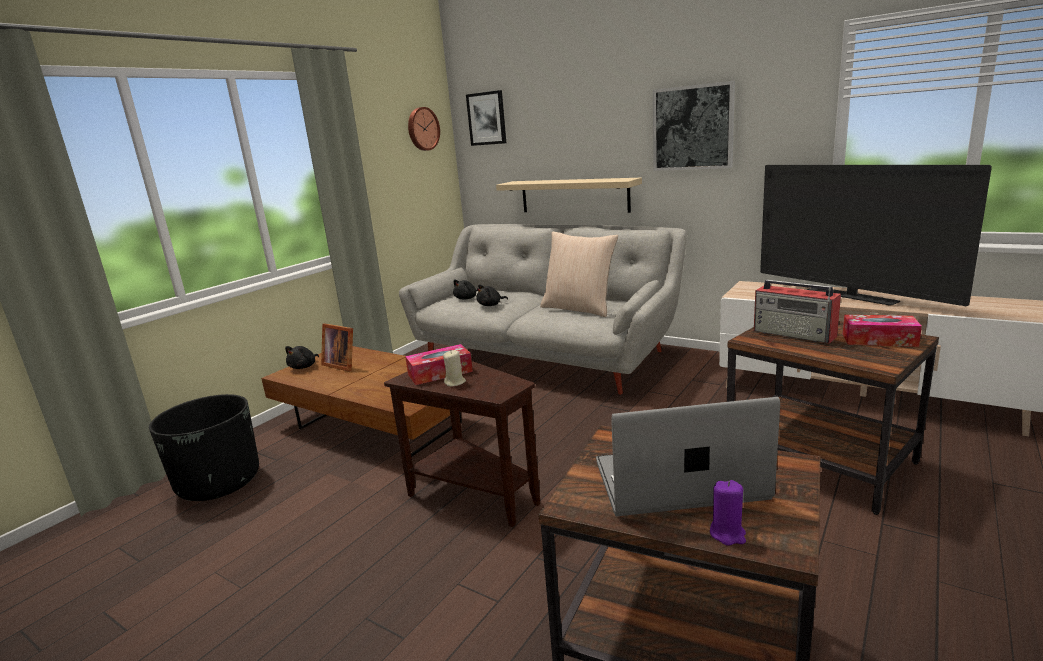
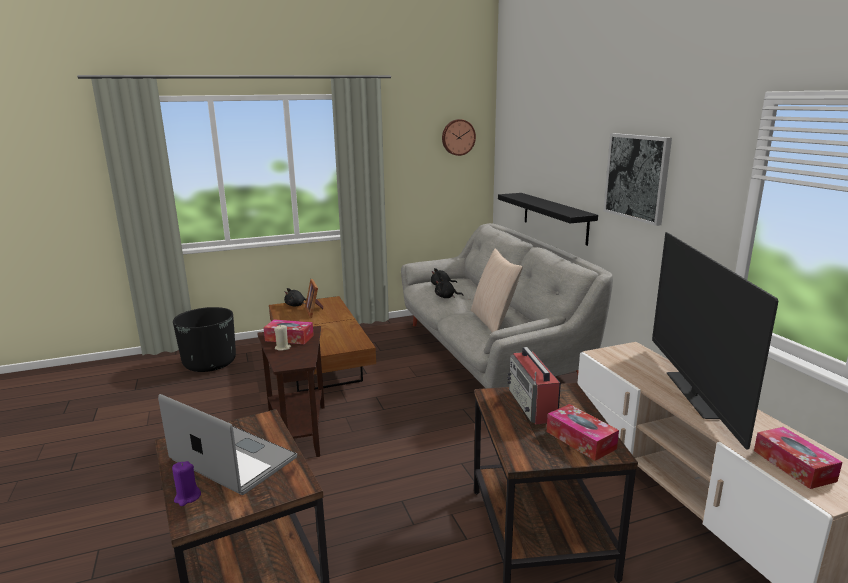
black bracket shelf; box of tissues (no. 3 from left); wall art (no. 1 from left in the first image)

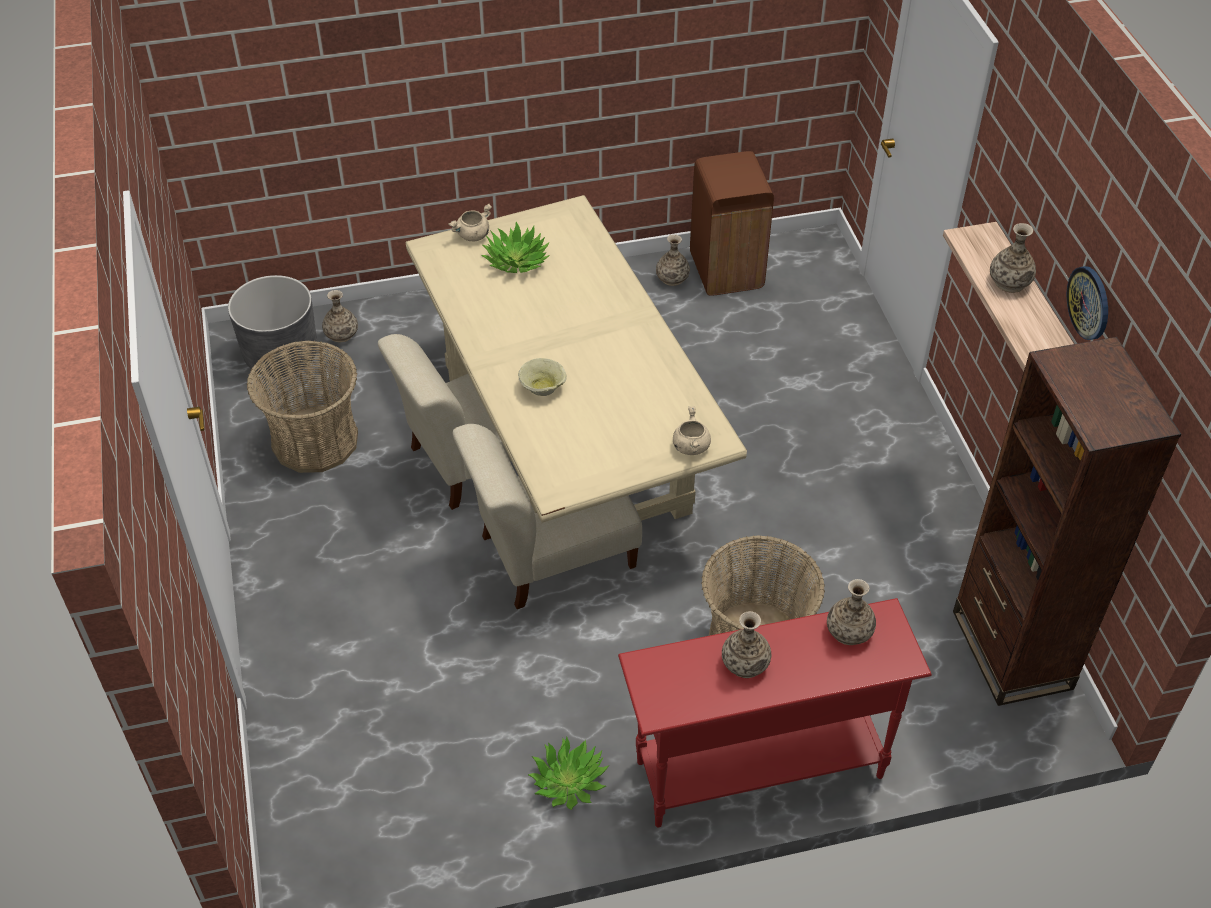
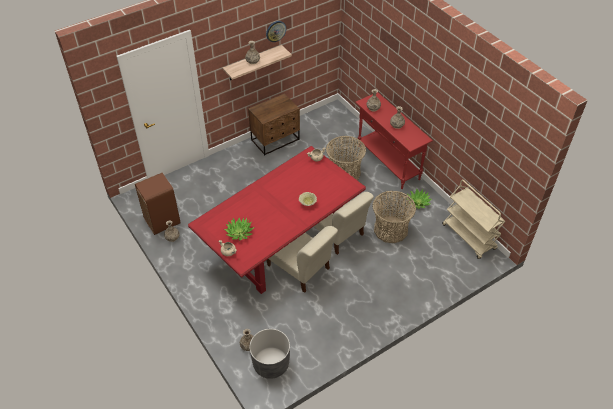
reddish dining table; brown bedside table; household basket (no. 2 from left); sand-coloured trolley; brown bookshelf

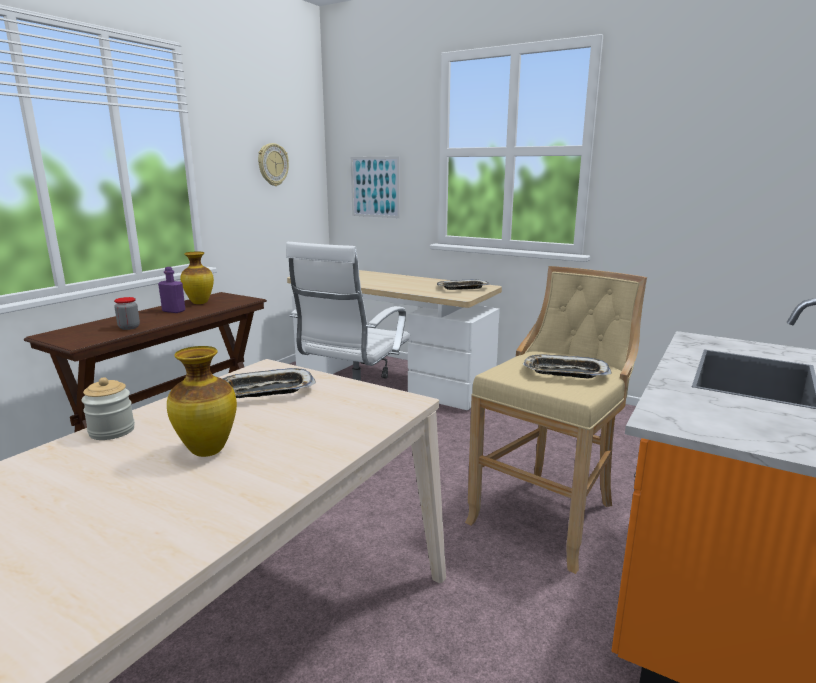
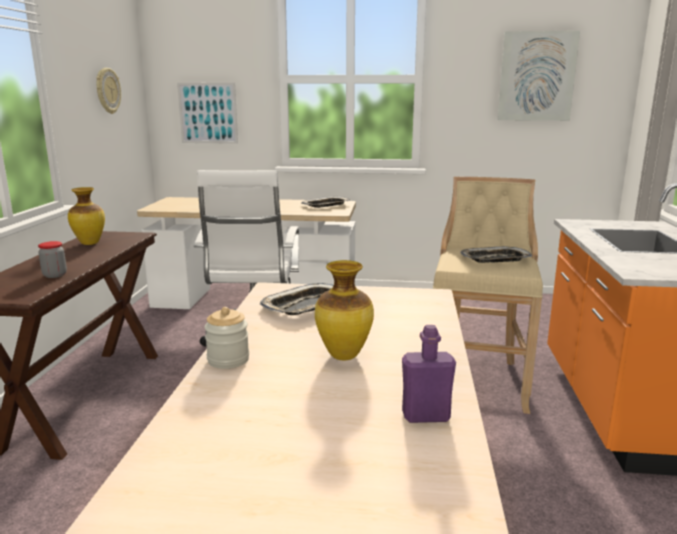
purple-coloured bottle; wall art (no. 2 from left)

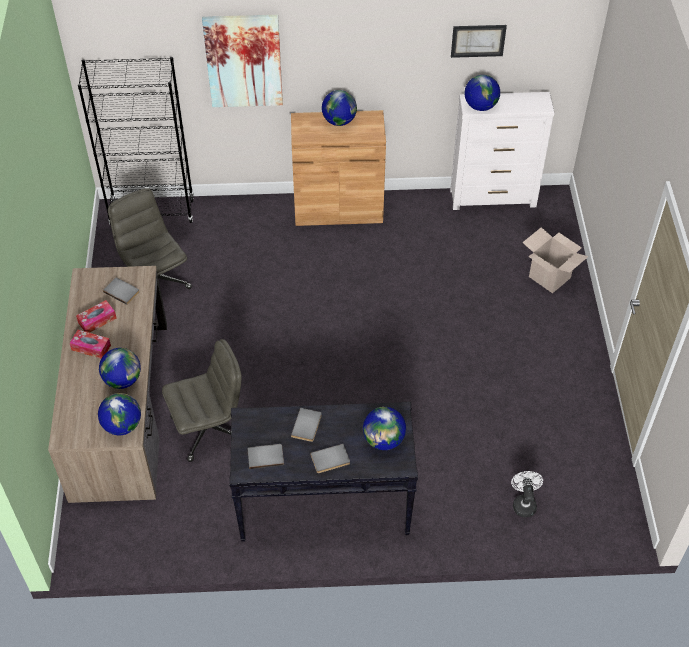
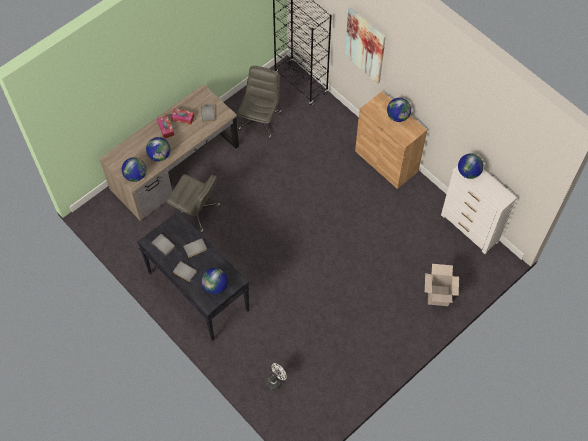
wall art (no. 2 from left in the first image)

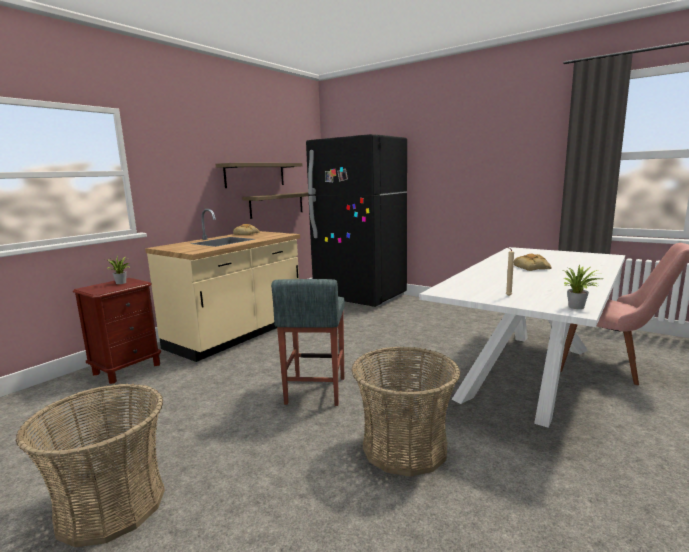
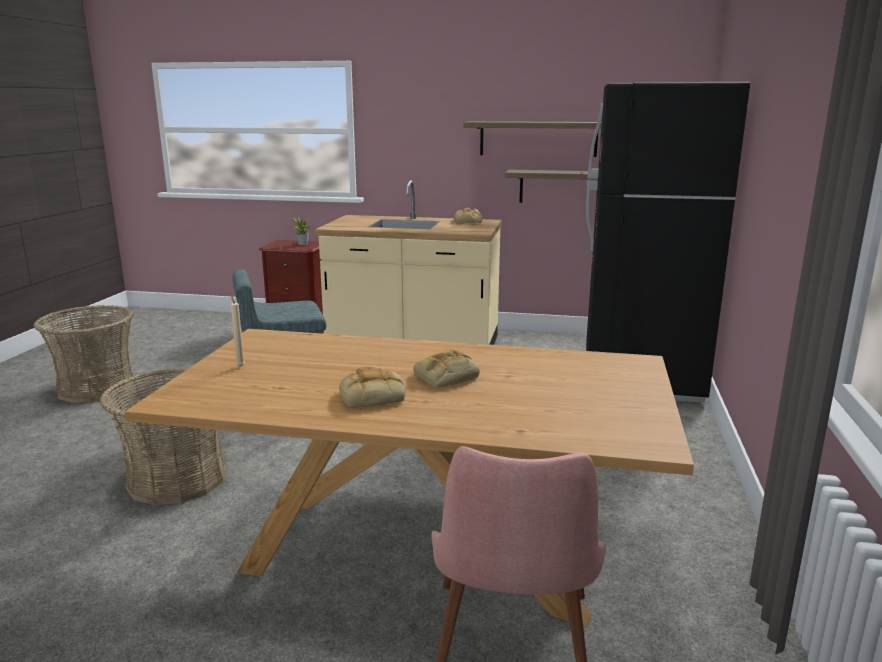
brown dining table; baked bread (no. 1 from left); plant in a pot (no. 2 from left in the first image)

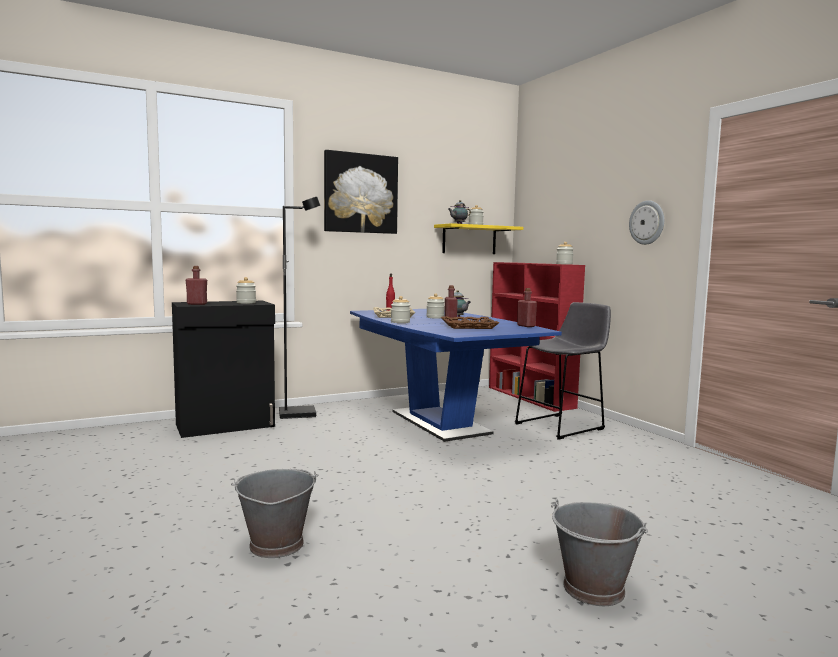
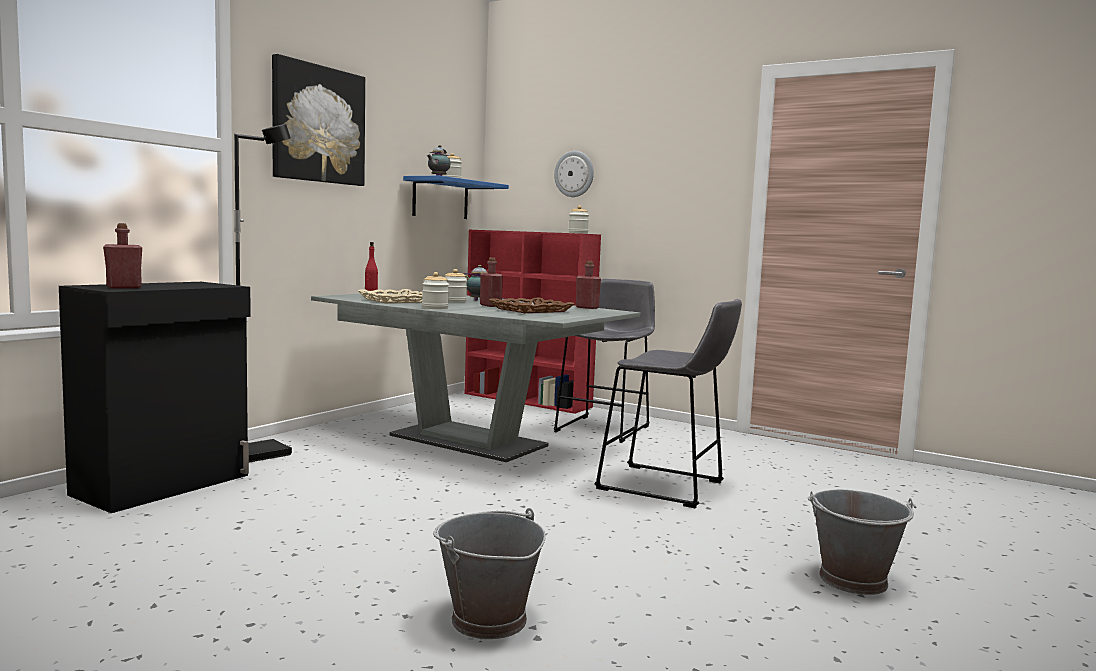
grey dining table; blue bracket shelf; clock on the wall; grey stool (no. 2 from left); preserve jar (no. 1 from left in the first image)

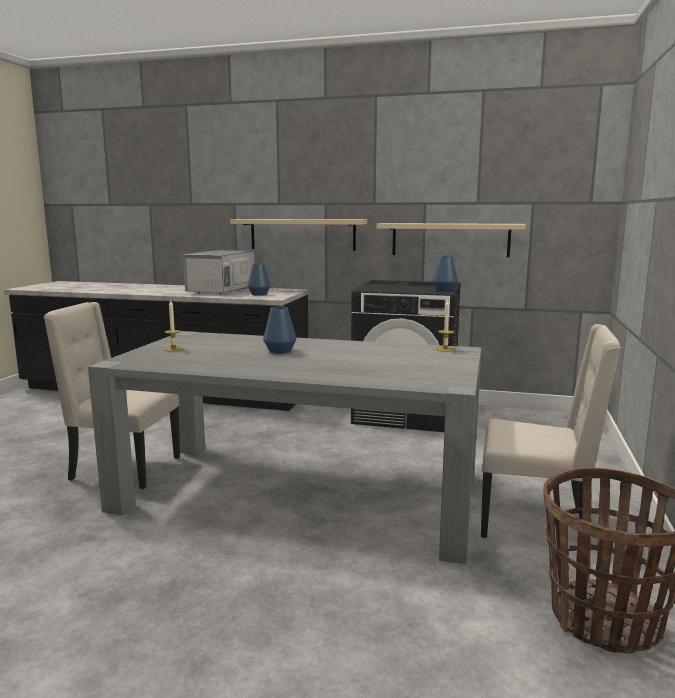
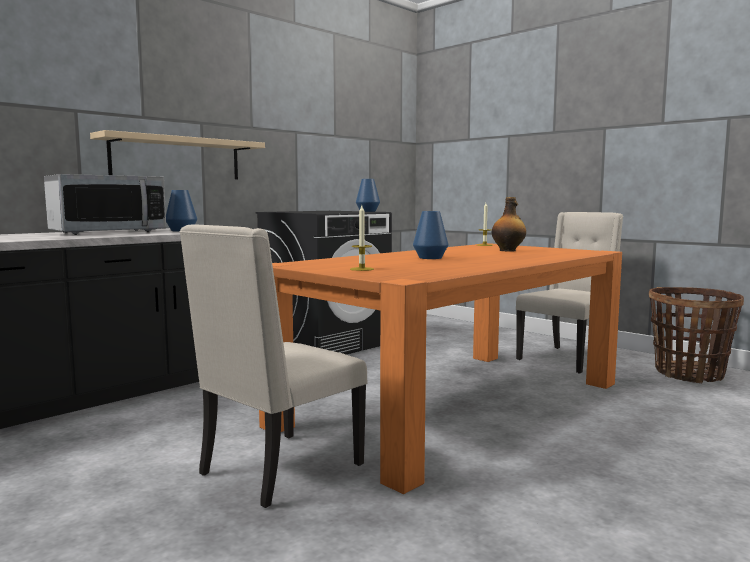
microwave oven; orange dining table; bottle; sand-coloured bracket shelf (no. 2 from left in the first image)

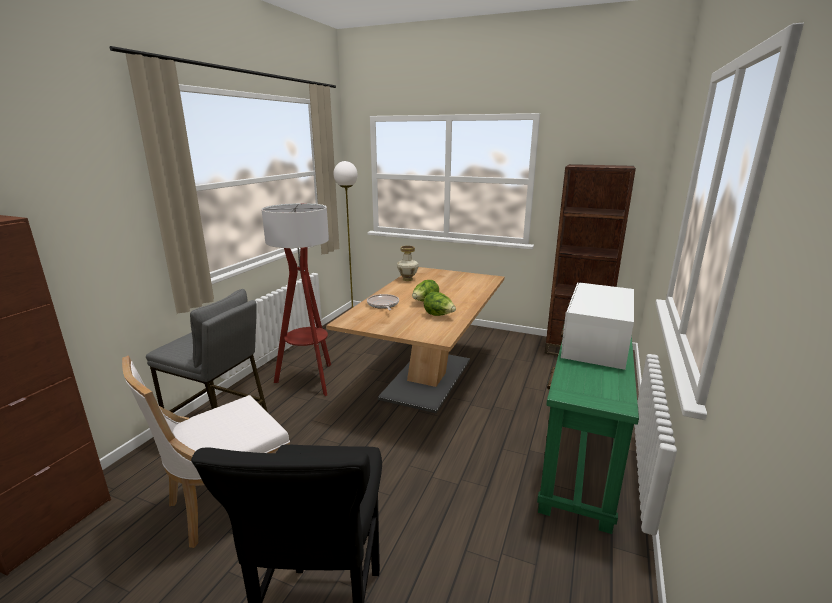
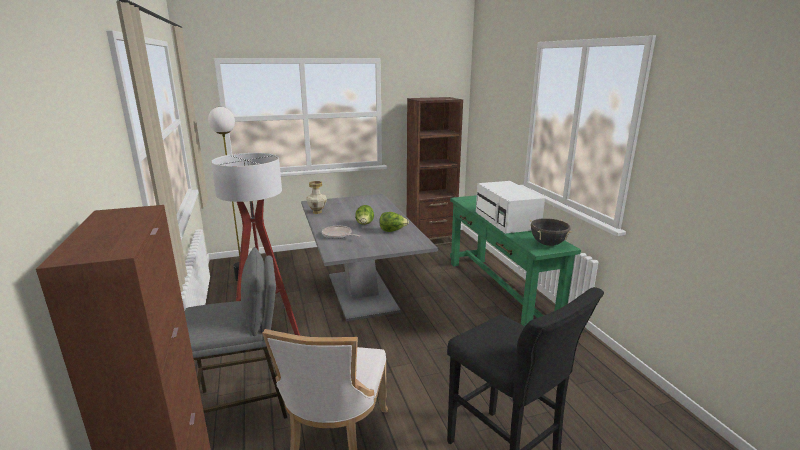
grey dining table; black cooking pot

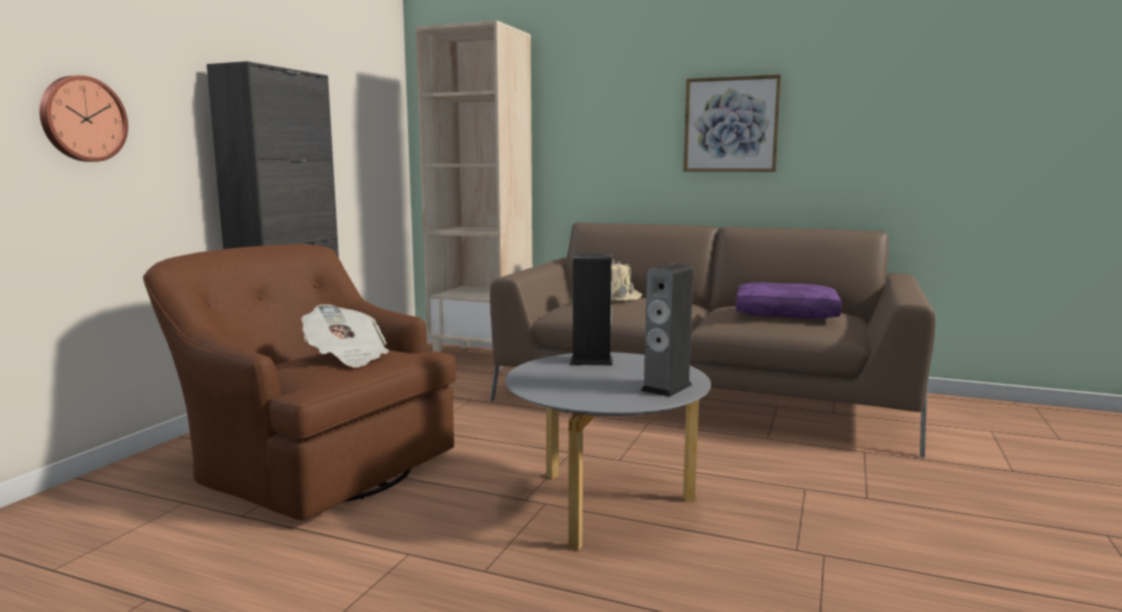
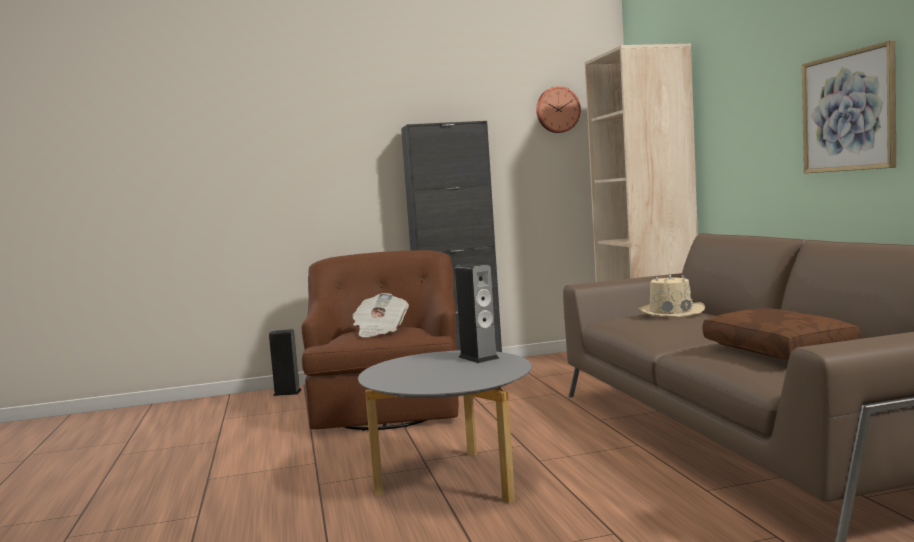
loudspeaker (no. 1 from left); clock on the wall; brown pillow

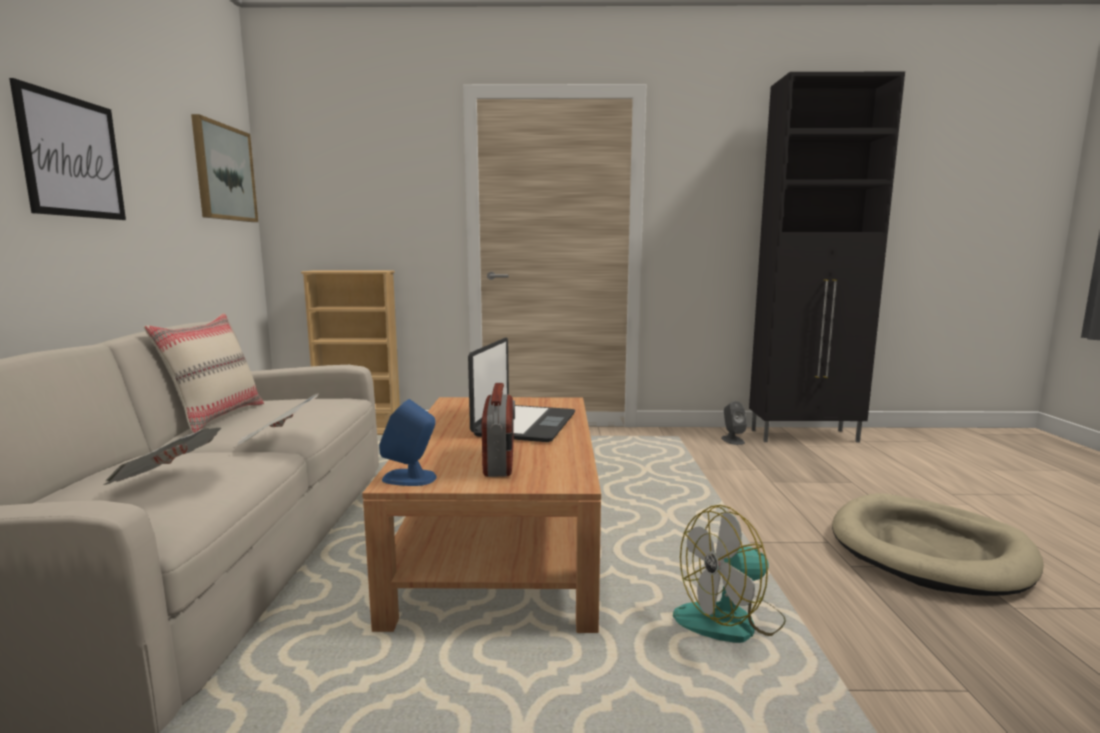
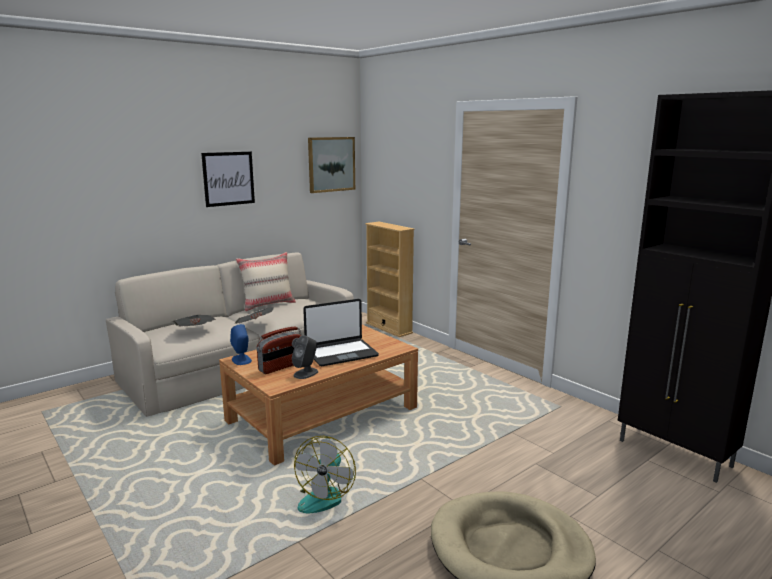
grey loudspeaker; cooling fan

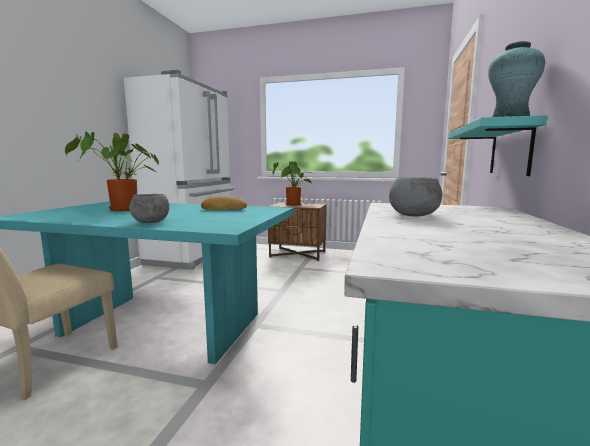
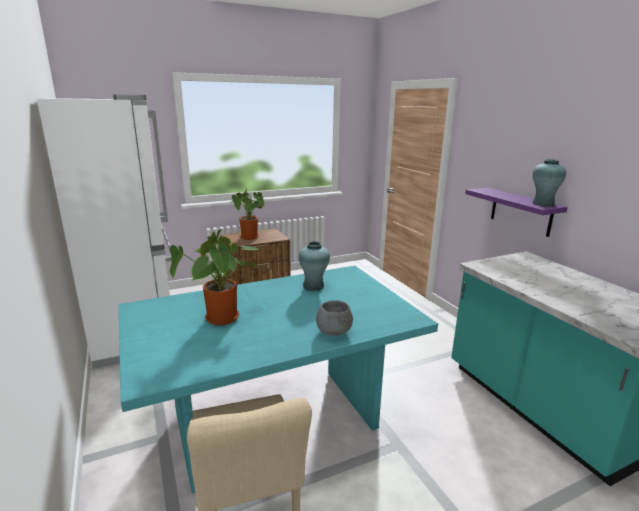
blue-green vase (no. 1 from left); purple-coloured bracket shelf; grey deep dish (no. 2 from left in the first image)

